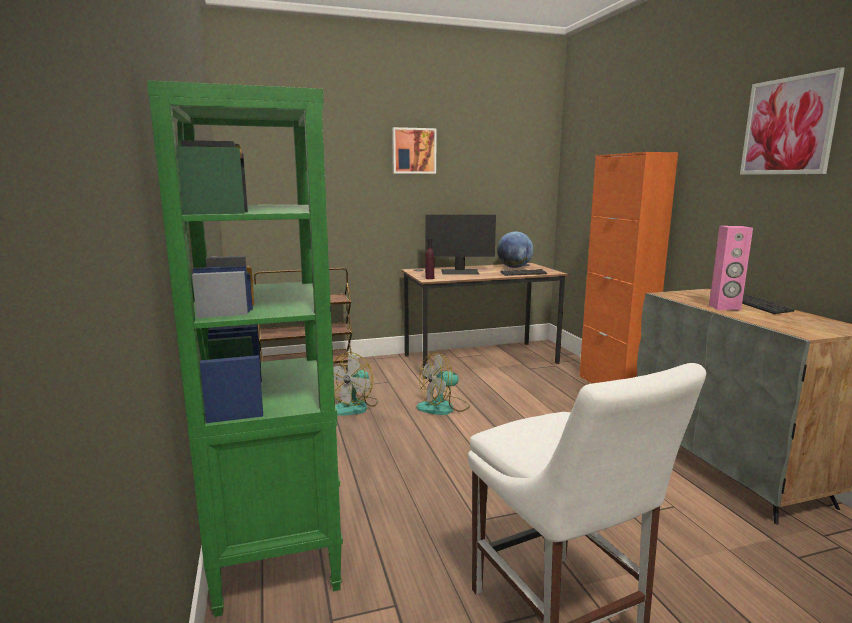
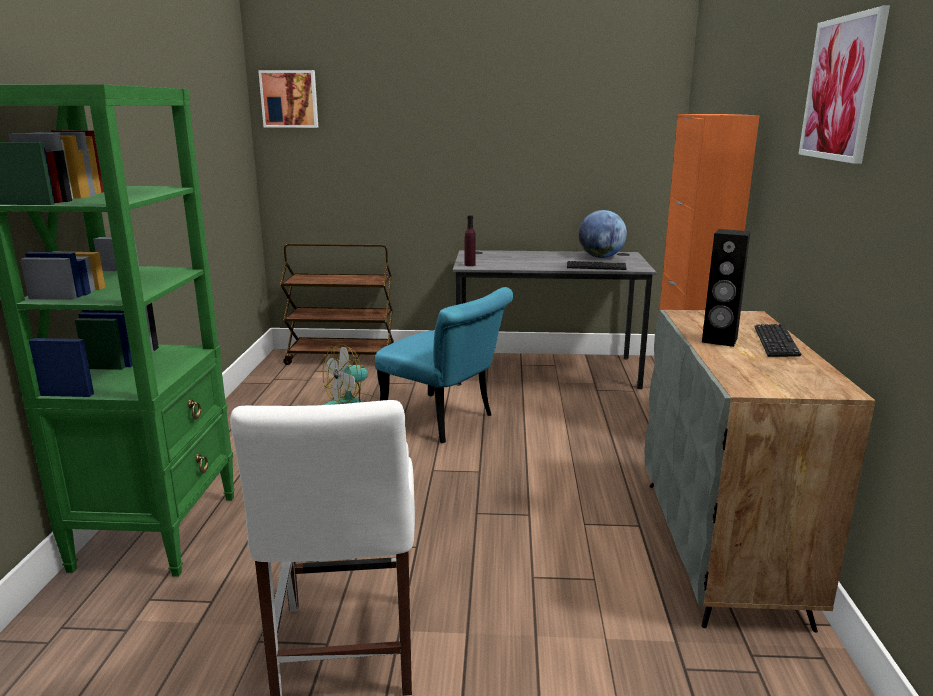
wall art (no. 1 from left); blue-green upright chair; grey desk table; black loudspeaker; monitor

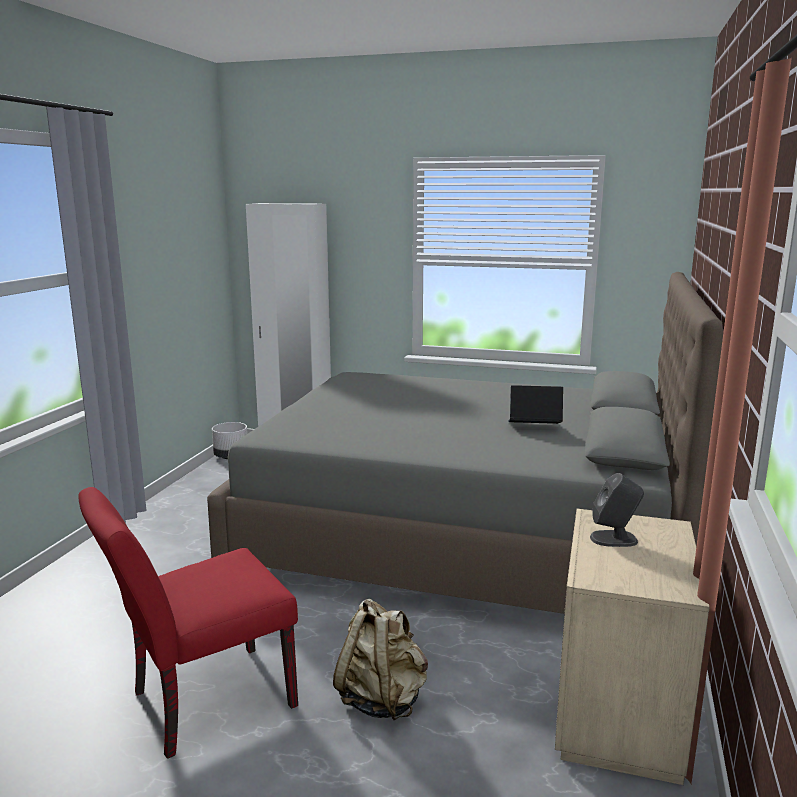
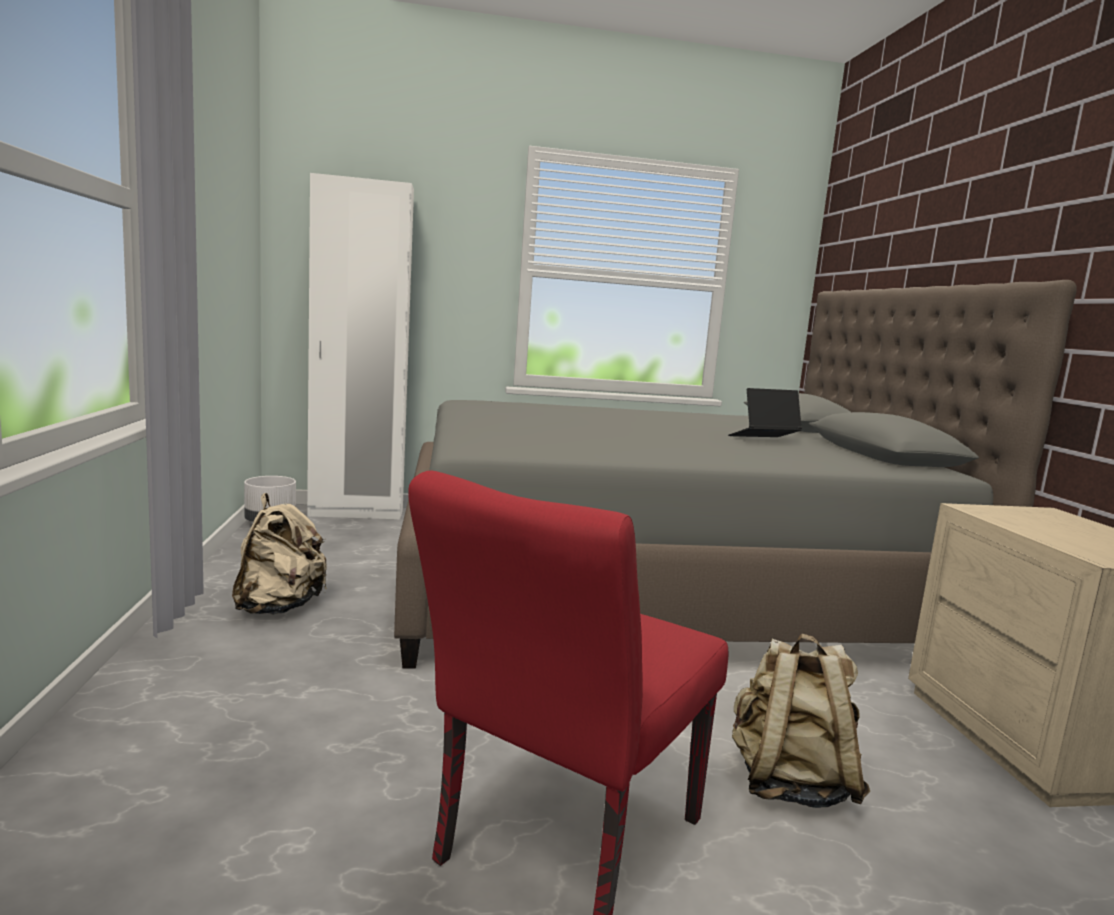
sand-coloured backpack (no. 1 from left); grey loudspeaker

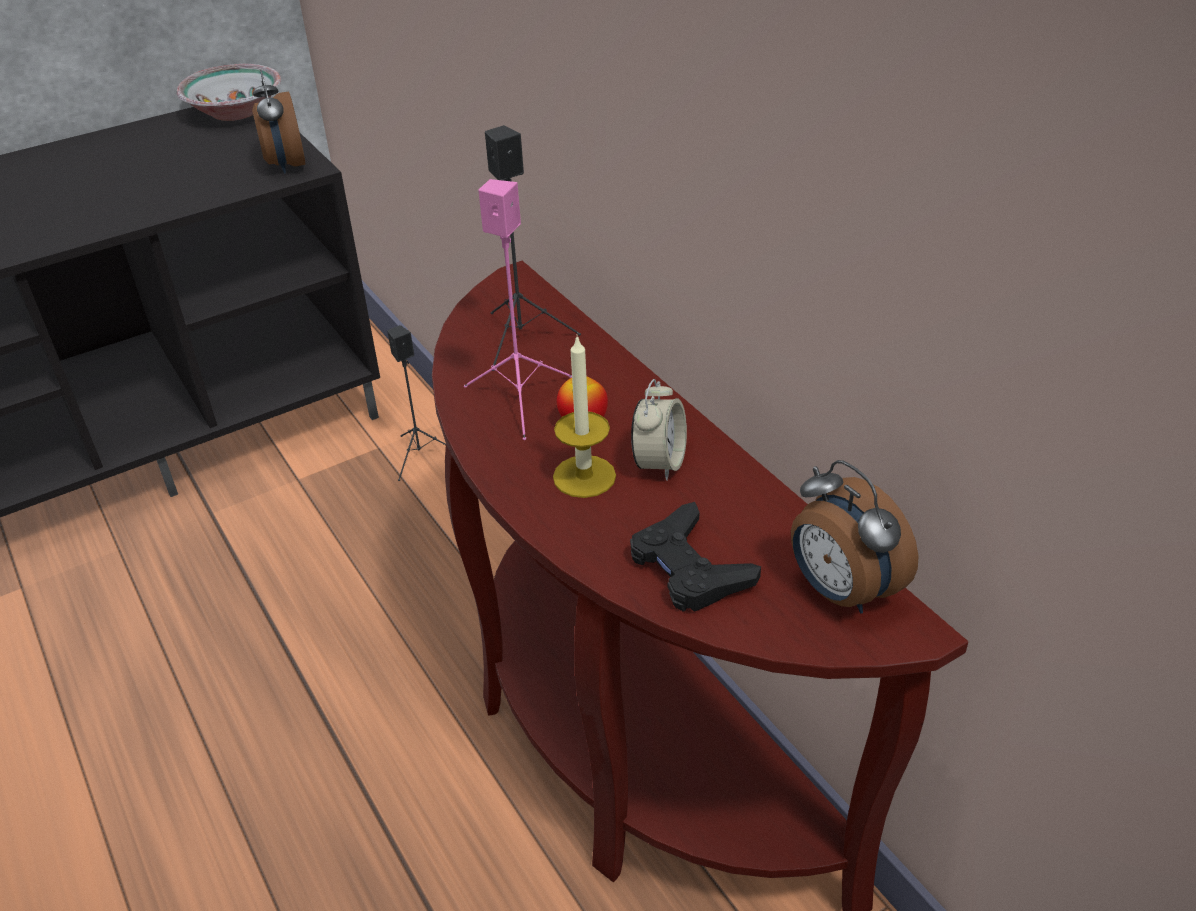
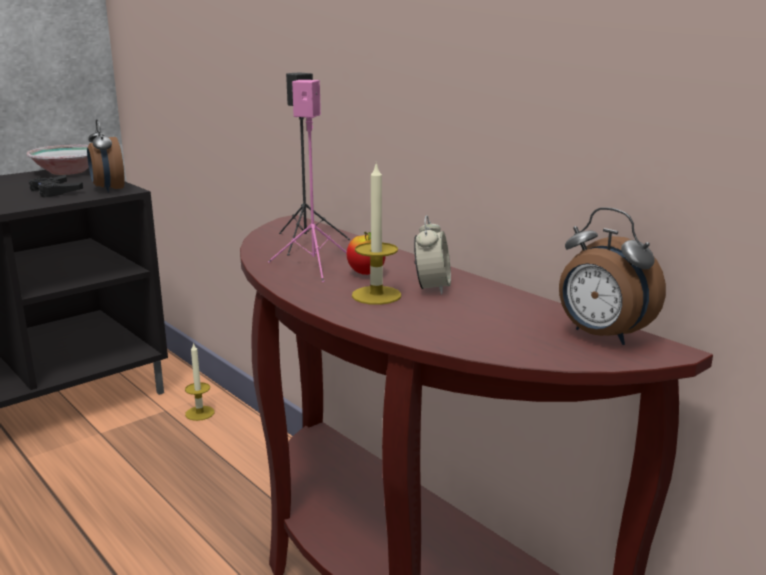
black gamepad; candle (no. 1 from left)

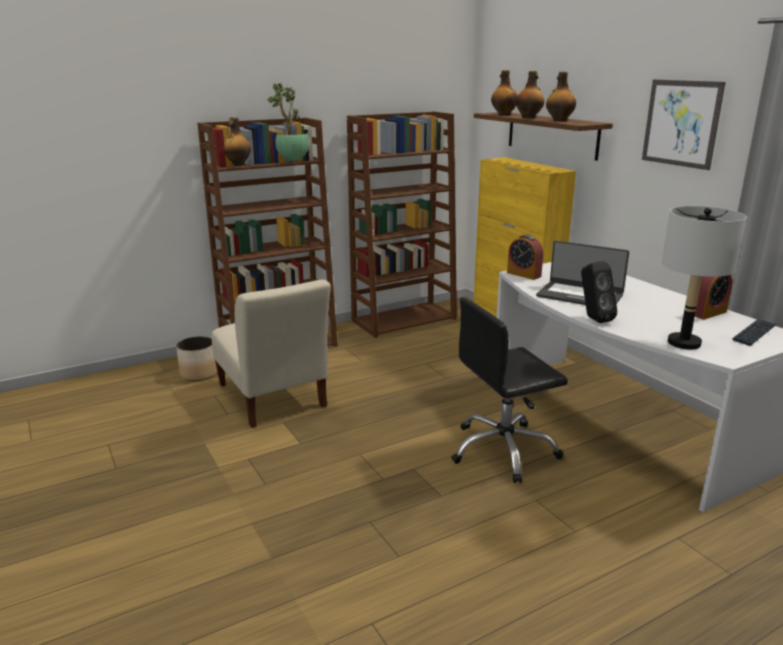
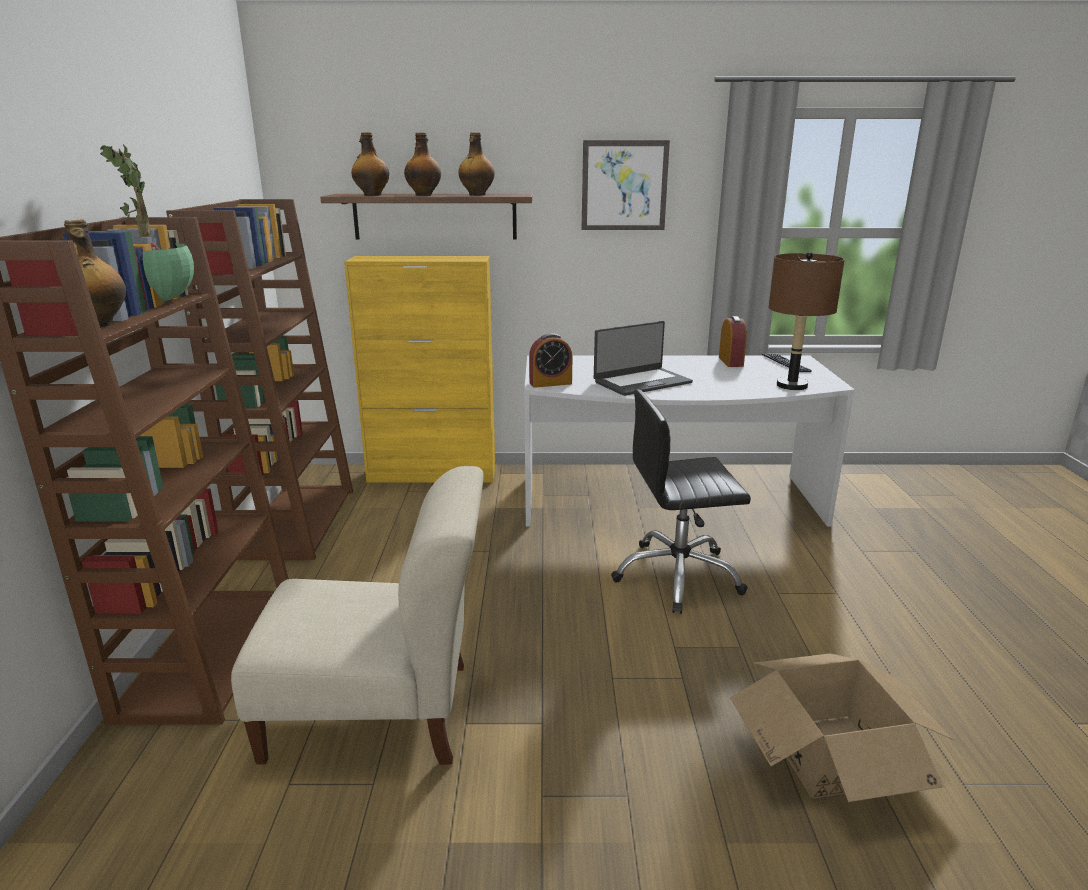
black desk chair; carton; brown tabletop lamp; flower pot; black loudspeaker

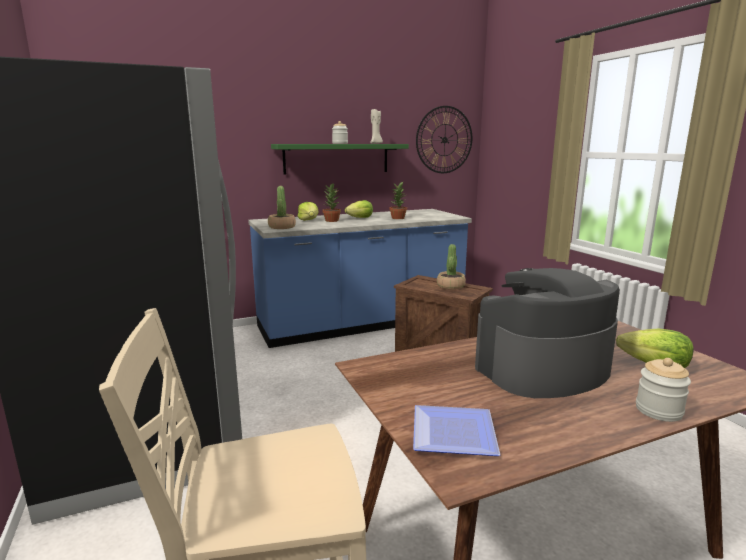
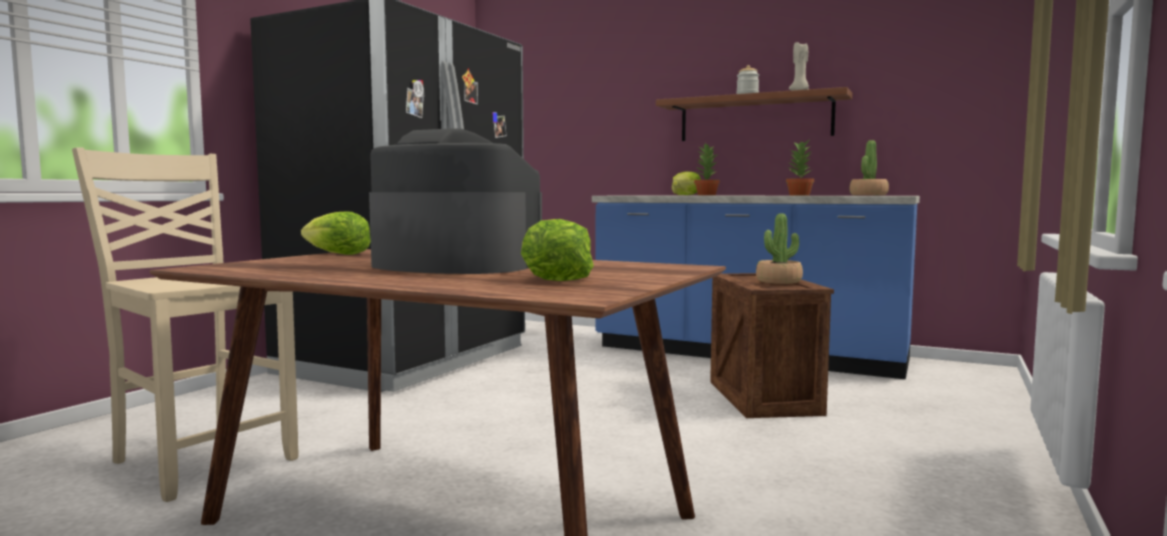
lettuce (no. 1 from left); brown bracket shelf; plant in a pot (no. 4 from left); plate; clock on the wall; preserve jar (no. 2 from left in the first image)

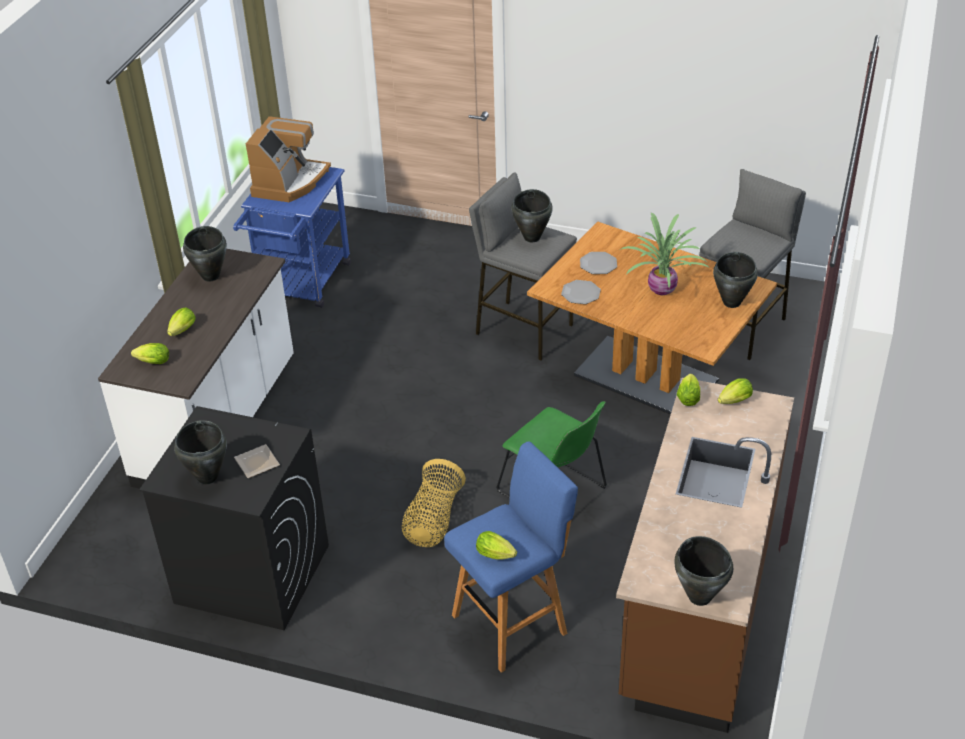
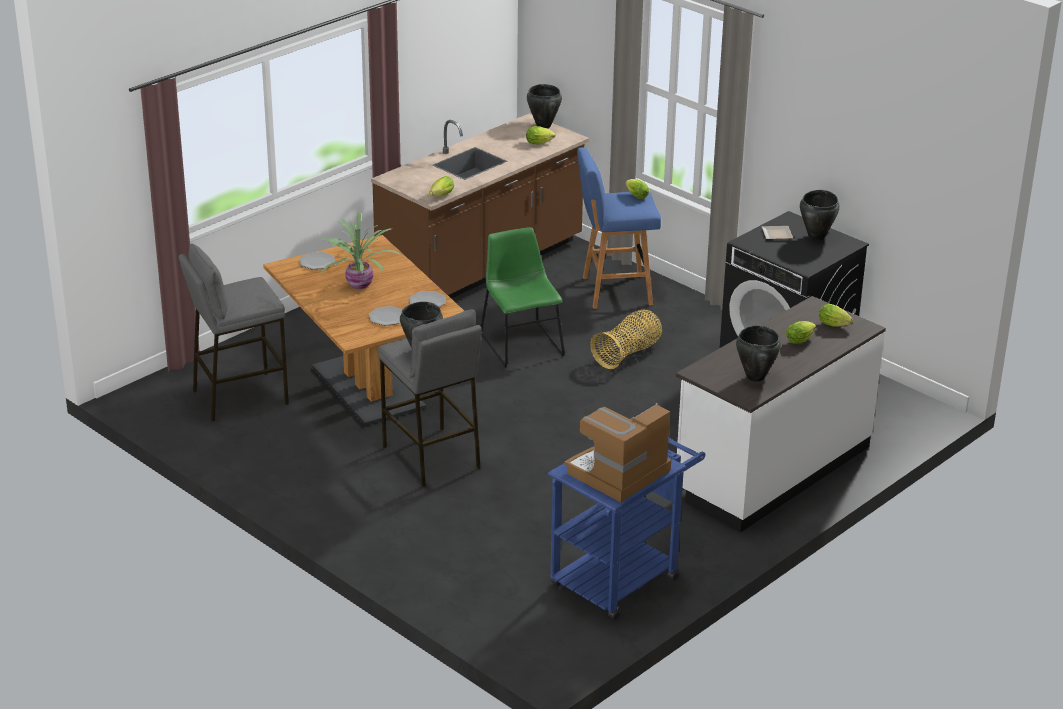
plate (no. 1 from left); lettuce (no. 2 from left)

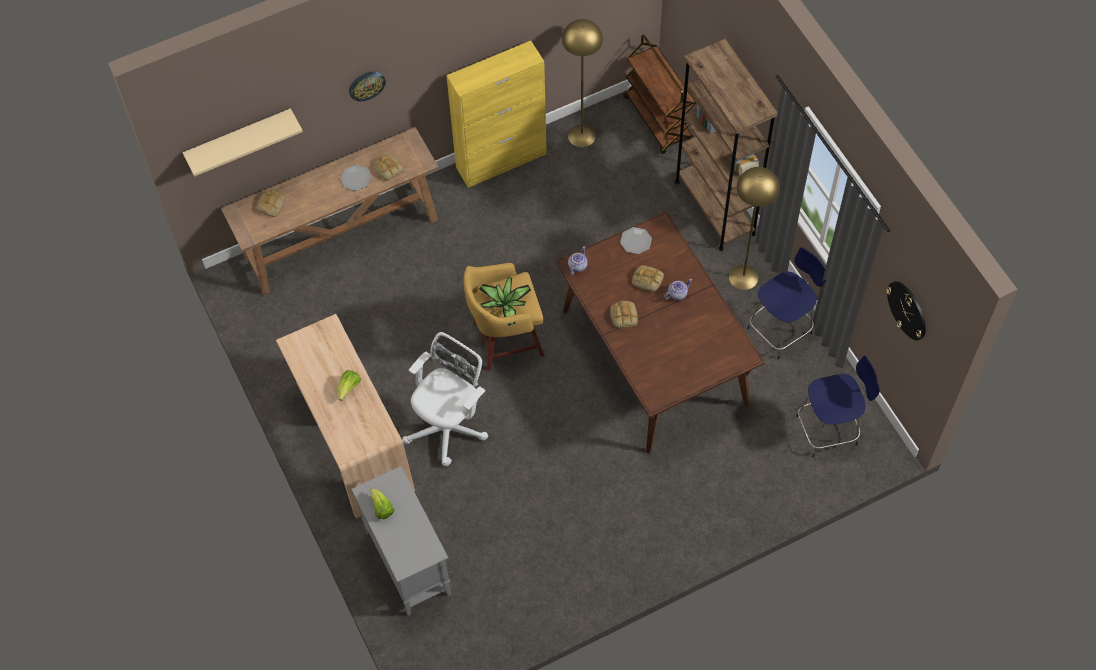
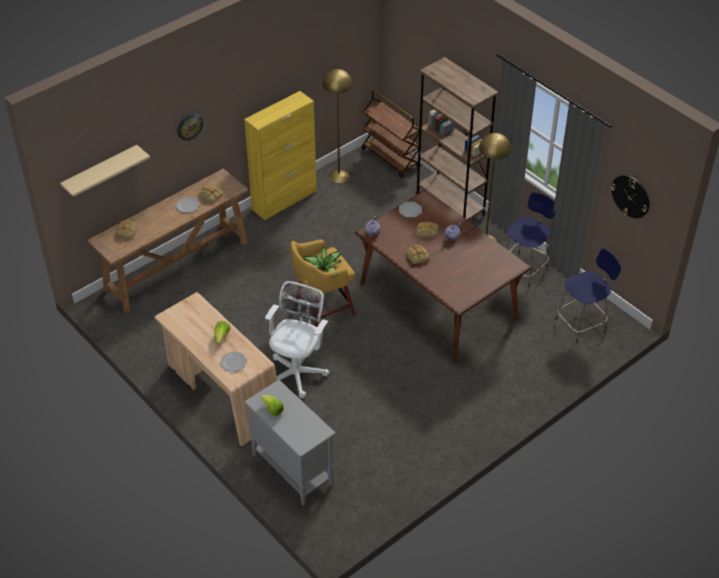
plate (no. 2 from left)

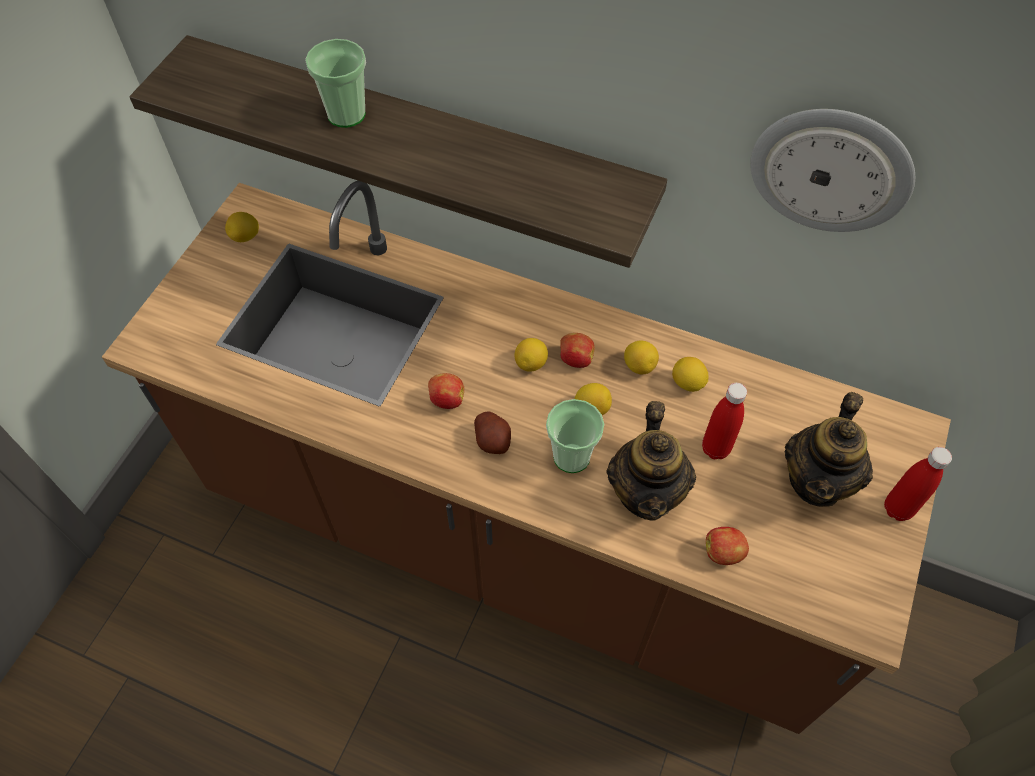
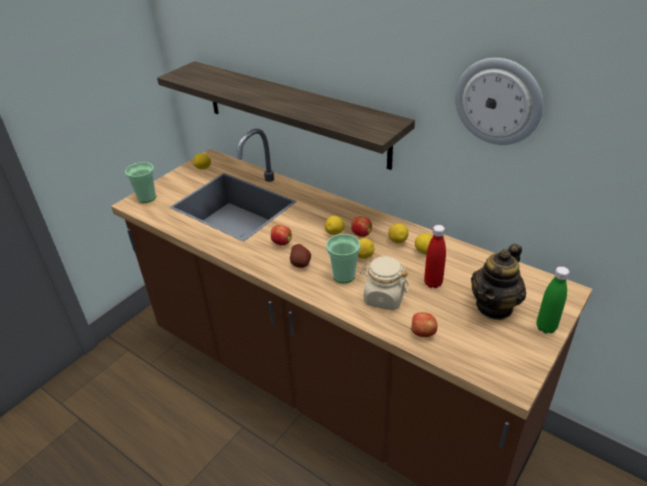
drinking cup (no. 1 from left); sand-coloured preserve jar; green-coloured bottle

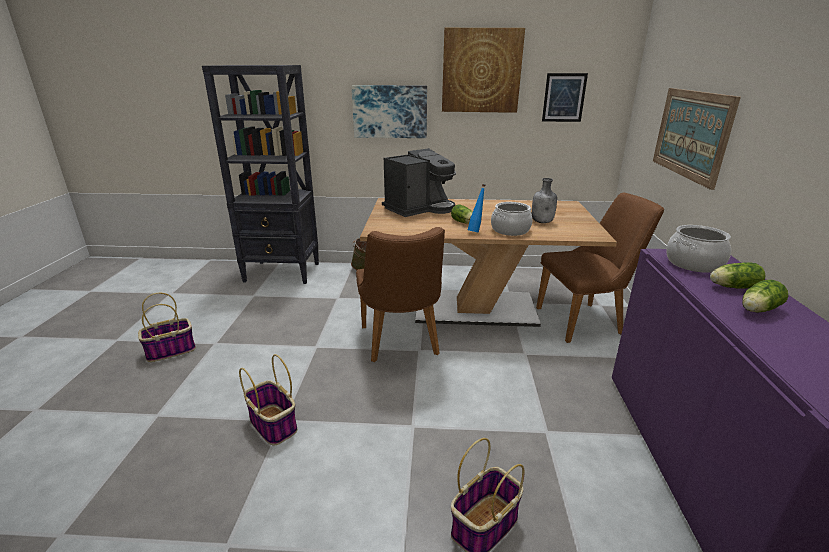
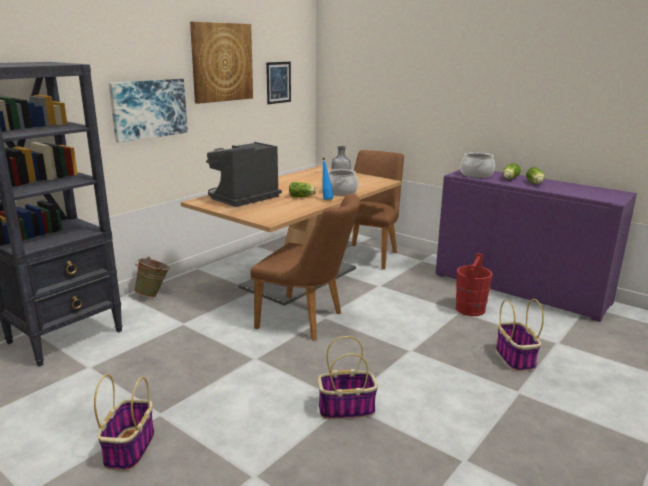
coffee machine; reddish water bucket; wall art (no. 4 from left in the first image)

